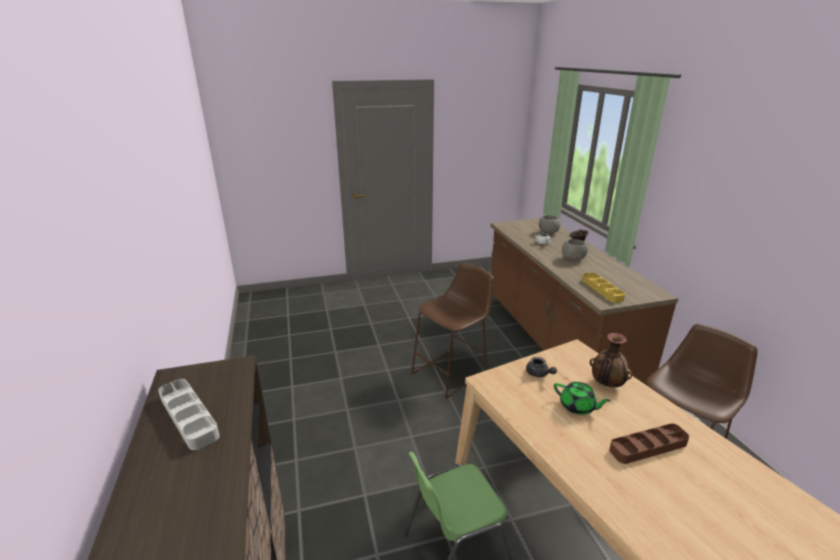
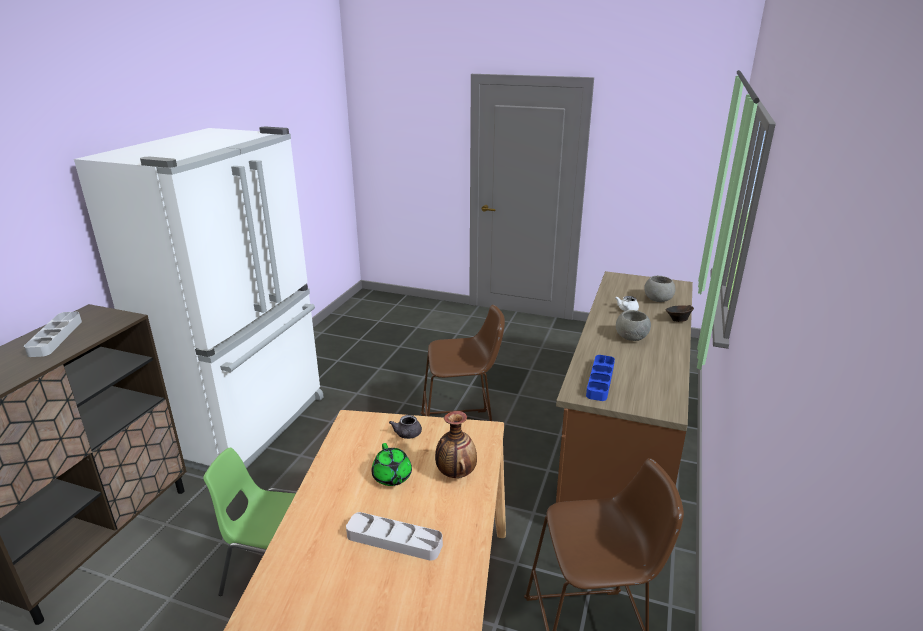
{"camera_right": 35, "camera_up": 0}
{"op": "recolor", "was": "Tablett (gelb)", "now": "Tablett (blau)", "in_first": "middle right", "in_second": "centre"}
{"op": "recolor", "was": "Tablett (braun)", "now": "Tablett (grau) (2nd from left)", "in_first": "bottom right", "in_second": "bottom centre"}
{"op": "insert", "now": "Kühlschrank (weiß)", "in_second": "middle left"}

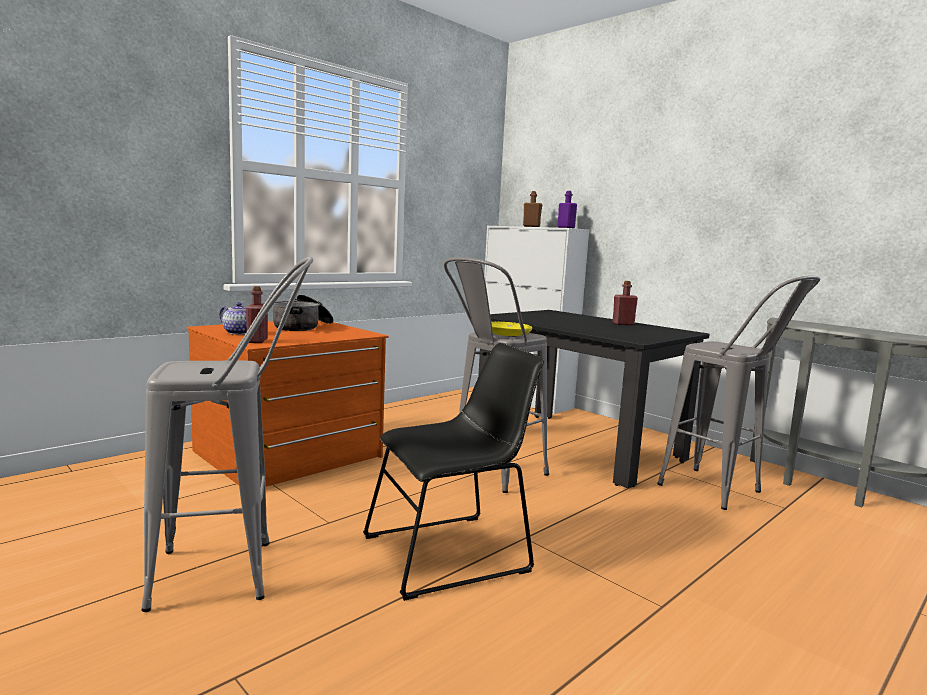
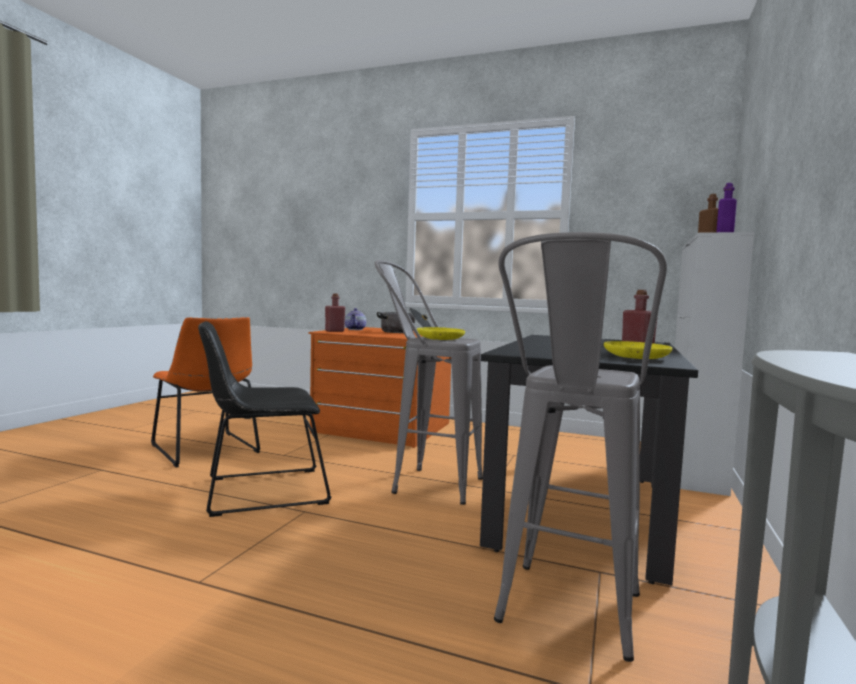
{"camera_right": 65, "camera_up": -5}
{"op": "replace", "was": "Hocker (grau) (1st from left)", "now": "Stuhl (orange)", "in_first": "middle left", "in_second": "middle left"}
{"op": "rotate", "was": "Stuhl (schwarz)", "in_first": "bottom centre", "in_second": "middle left", "clockwise": 120}
{"op": "insert", "now": "Teller (gelb) (2nd from left)", "in_second": "middle right"}

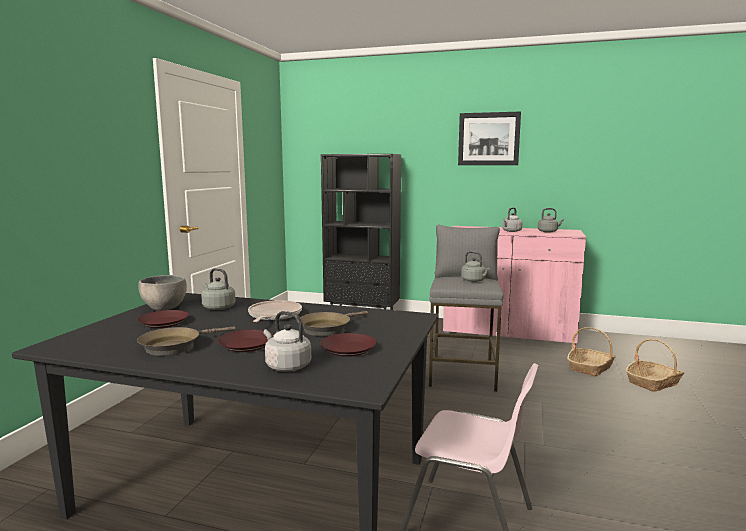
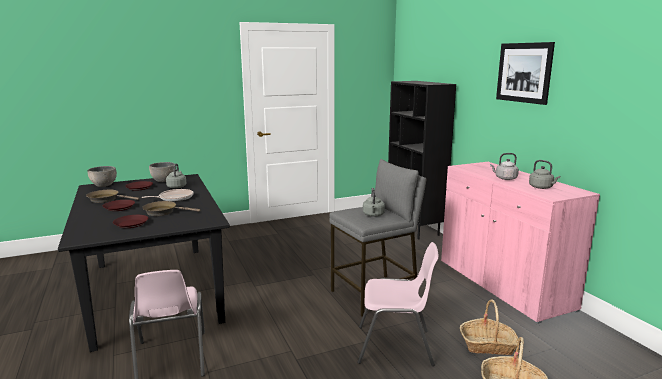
{"camera_right": 50, "camera_up": 5}
{"op": "delete", "was": "Wasserkessel (grau) (2nd from left)", "in_first": "centre"}
{"op": "insert", "now": "Schüssel (grau) (1st from left)", "in_second": "middle left"}
{"op": "insert", "now": "Stuhl (rosa) (2nd from left)", "in_second": "bottom centre"}

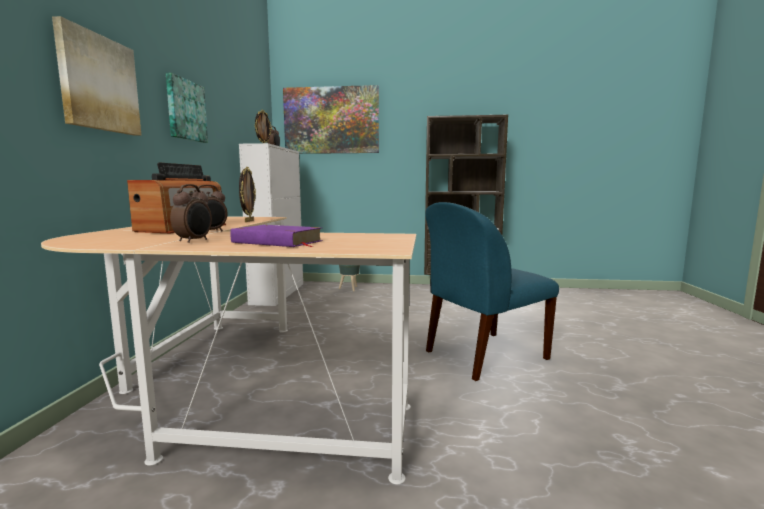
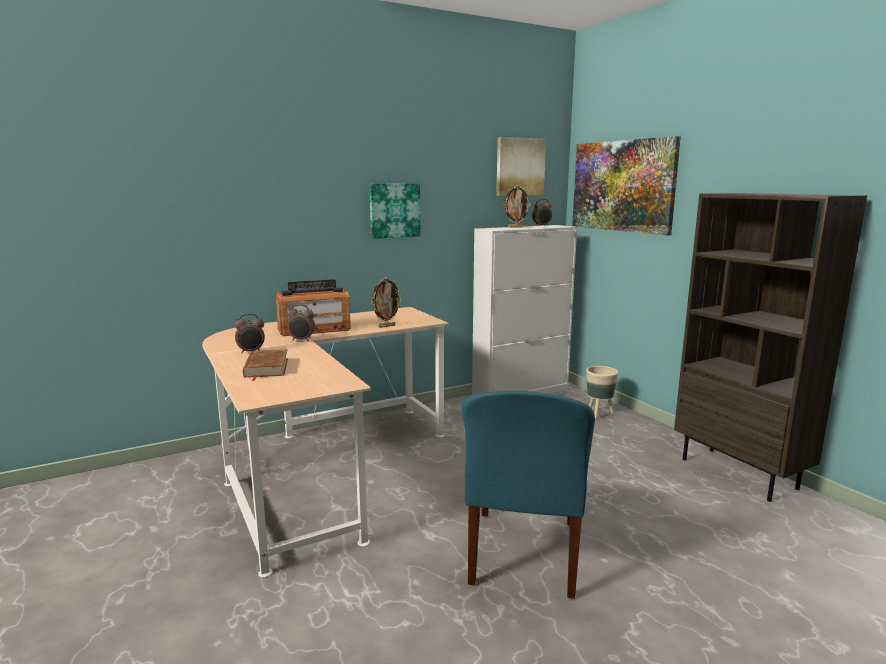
{"camera_right": 55, "camera_up": 5}
{"op": "move", "was": "Bild (1st from left in the first image)", "now": "Bild (2nd from left)", "in_first": "top left", "in_second": "top centre"}
{"op": "rotate", "was": "Stuhl (blau)", "in_first": "centre", "in_second": "bottom centre", "clockwise": -105}
{"op": "recolor", "was": "Buch (lila)", "now": "Buch (braun)", "in_first": "centre", "in_second": "middle left"}

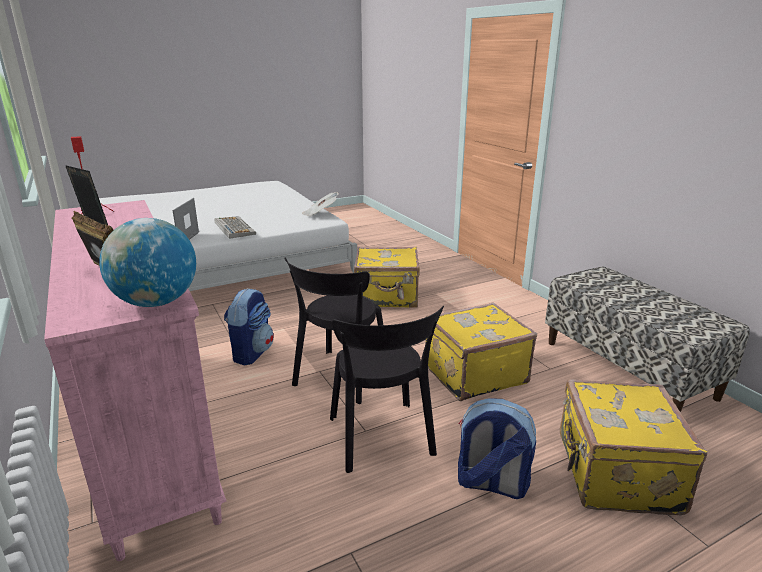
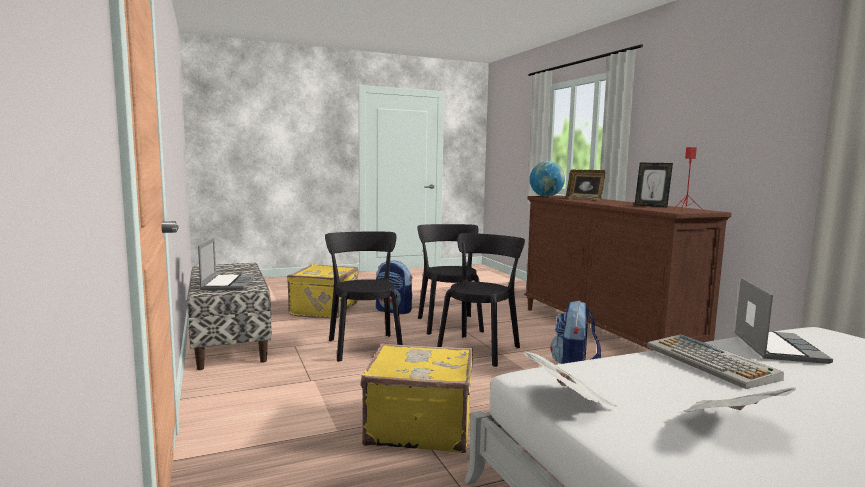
{"camera_right": -175, "camera_up": -15}
{"op": "recolor", "was": "Kommode (rosa)", "now": "Kommode (braun)", "in_first": "middle left", "in_second": "middle right"}
{"op": "replace", "was": "Koffer (gelb) (2nd from left)", "now": "Stuhl (schwarz) (1st from left)", "in_first": "centre", "in_second": "centre"}
{"op": "insert", "now": "Laptop (1st from left)", "in_second": "middle left"}
{"op": "insert", "now": "Zeitung (2nd from left)", "in_second": "bottom right"}

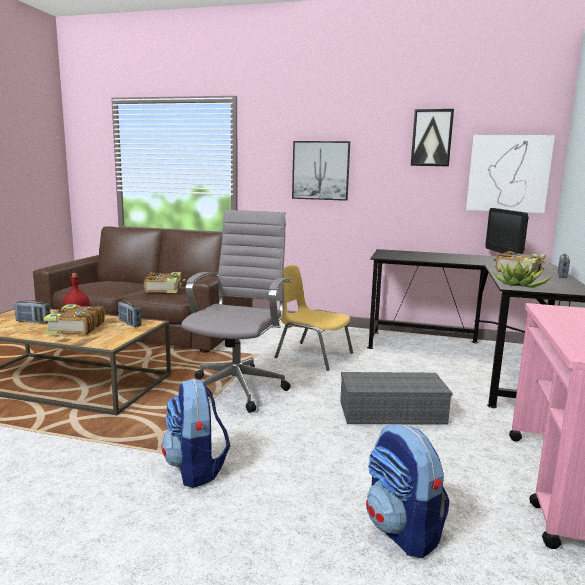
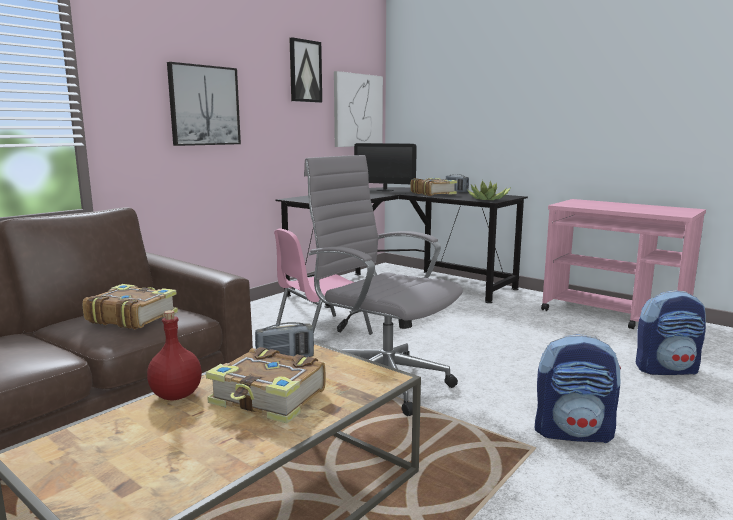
{"camera_right": -65, "camera_up": 0}
{"op": "recolor", "was": "Stuhl (gelb)", "now": "Stuhl (rosa)", "in_first": "centre", "in_second": "centre"}
{"op": "delete", "was": "Radio (1st from left)", "in_first": "middle left"}
{"op": "delete", "was": "Aufbewahrungsbox (grau)", "in_first": "bottom right"}

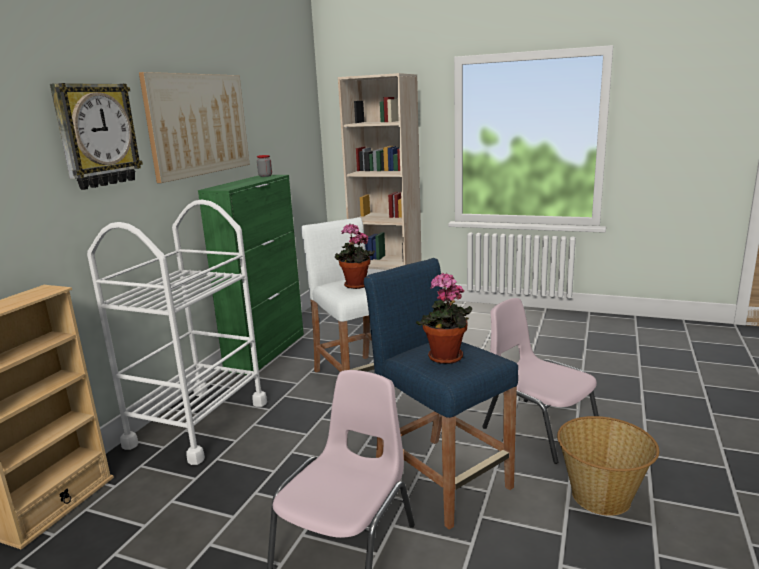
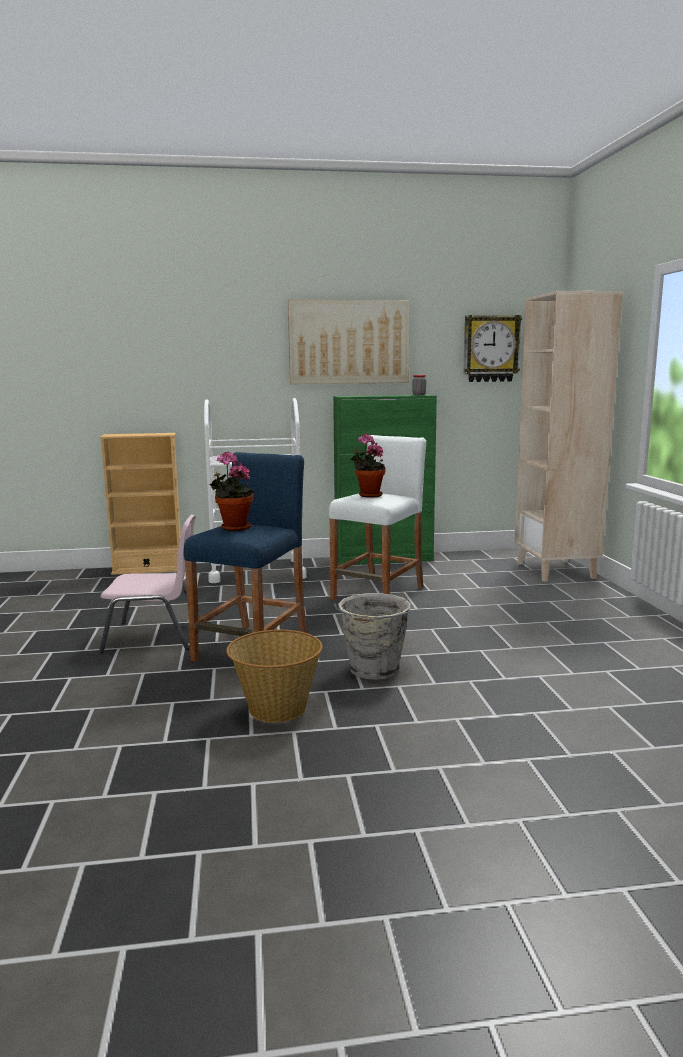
{"camera_right": 60, "camera_up": -5}
{"op": "move", "was": "Wanduhr", "in_first": "top left", "in_second": "top right"}
{"op": "replace", "was": "Stuhl (rosa) (2nd from left)", "now": "Eimer (grau)", "in_first": "bottom right", "in_second": "centre"}

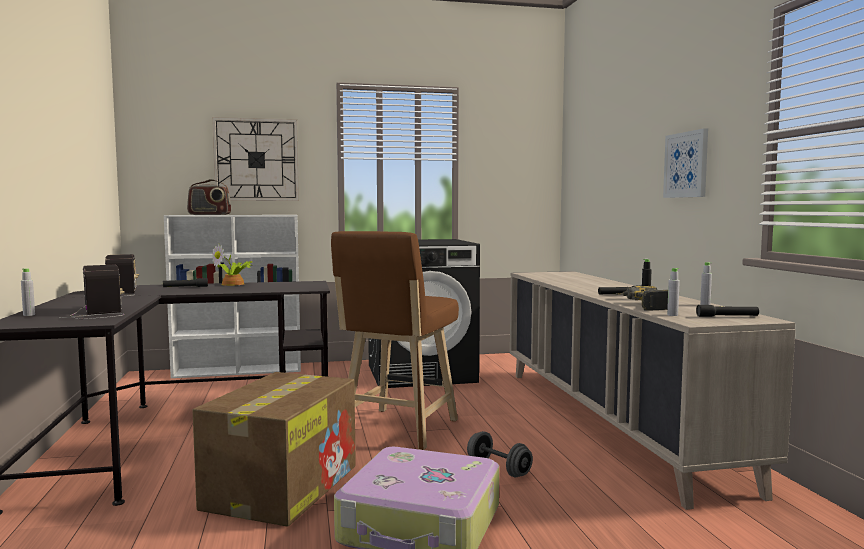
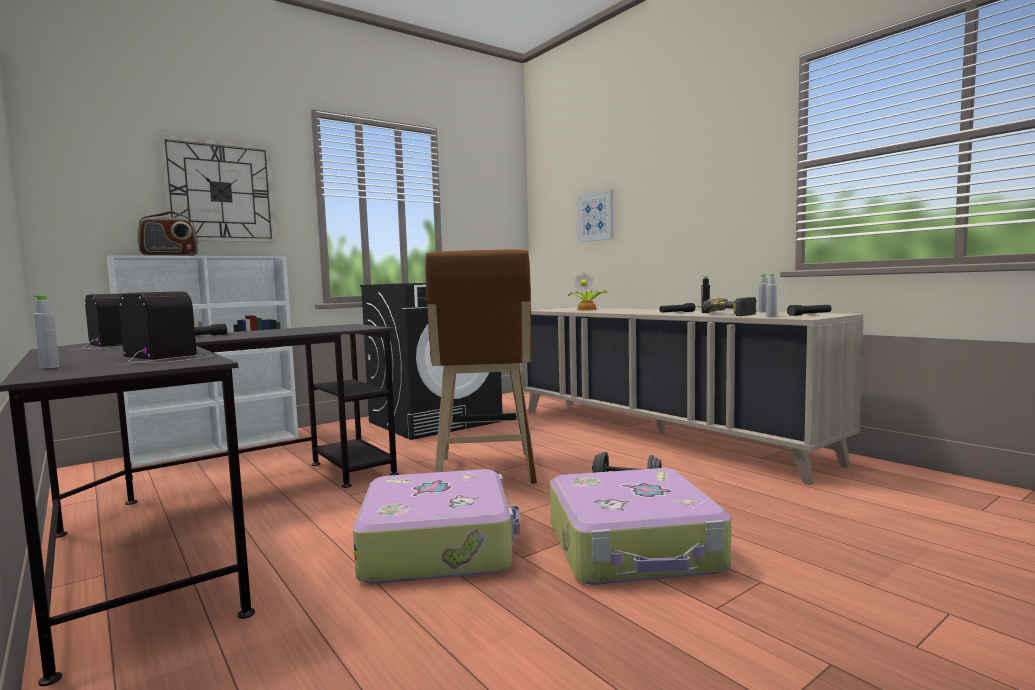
{"camera_right": -25, "camera_up": 0}
{"op": "move", "was": "Bild", "in_first": "top right", "in_second": "top centre"}
{"op": "move", "was": "Topfpflanze", "in_first": "middle left", "in_second": "centre"}
{"op": "replace", "was": "Karton", "now": "Koffer (1st from left)", "in_first": "bottom left", "in_second": "bottom centre"}

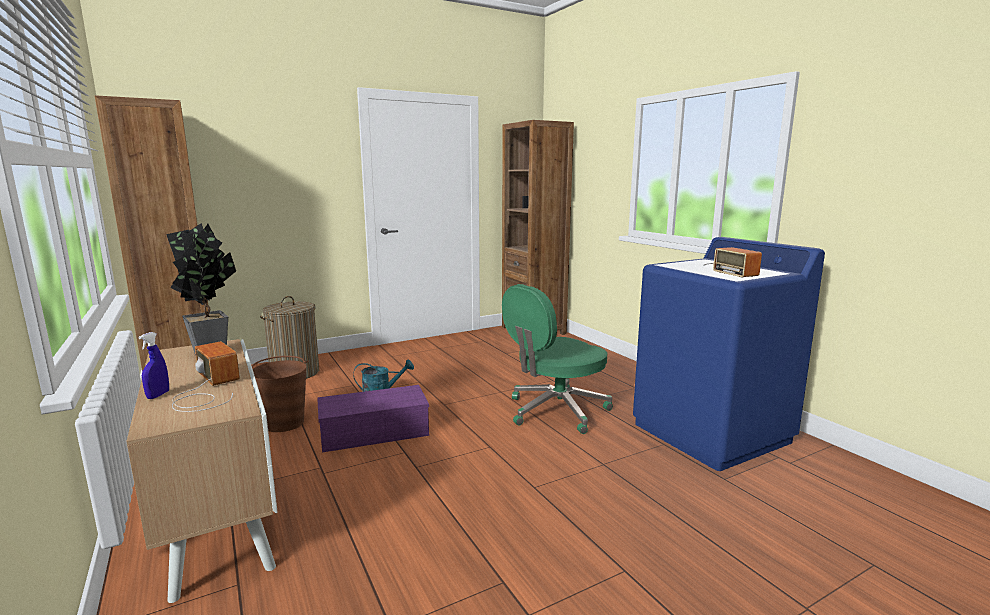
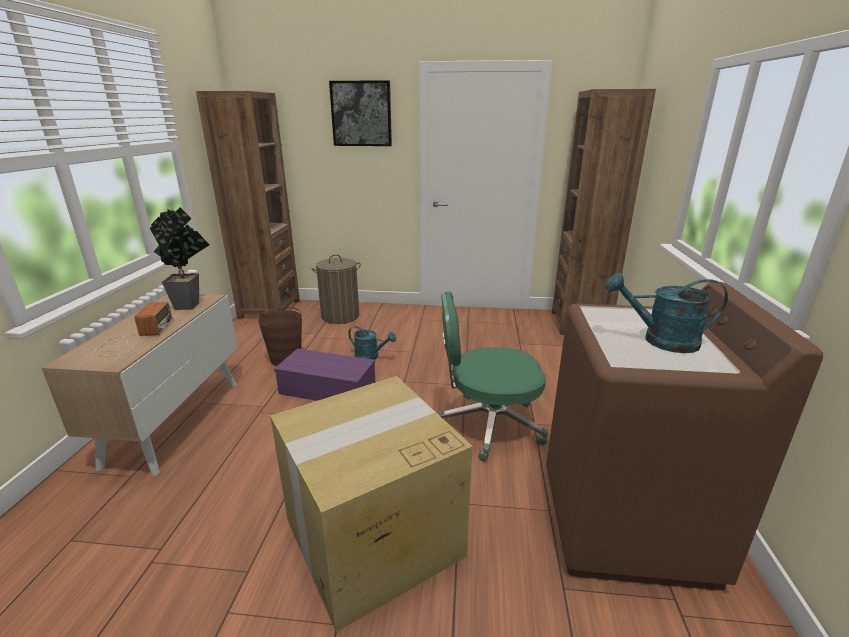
{"camera_right": 35, "camera_up": 10}
{"op": "recolor", "was": "Waschmaschine (blau)", "now": "Waschmaschine (braun)", "in_first": "middle right", "in_second": "bottom right"}
{"op": "replace", "was": "Radio (2nd from left)", "now": "Gießkanne (türkis) (2nd from left)", "in_first": "middle right", "in_second": "middle right"}
{"op": "delete", "was": "Sprühflasche (blau)", "in_first": "middle left"}
{"op": "insert", "now": "Bild", "in_second": "top centre"}
{"op": "insert", "now": "Karton", "in_second": "bottom centre"}

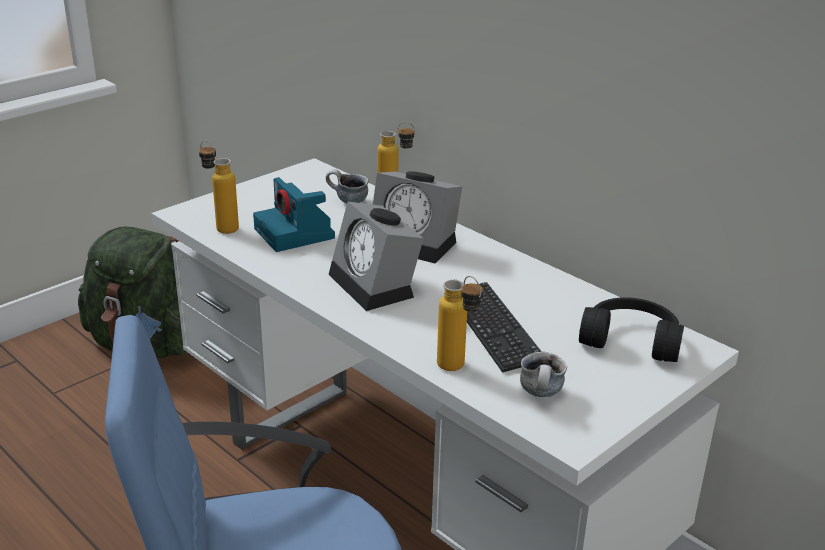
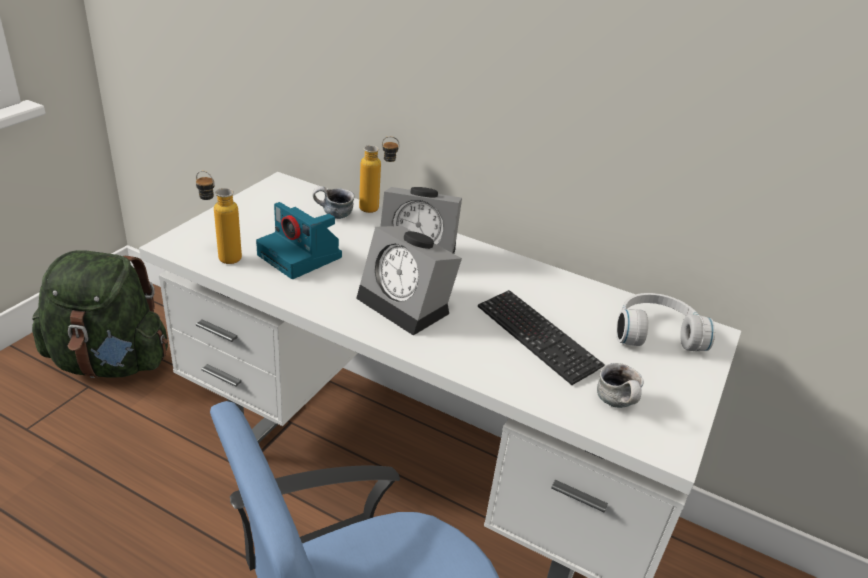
{"camera_right": -20, "camera_up": 5}
{"op": "delete", "was": "Flasche (3rd from left)", "in_first": "centre"}
{"op": "recolor", "was": "Kopfhörer (schwarz)", "now": "Kopfhörer (weiß)", "in_first": "middle right", "in_second": "middle right"}

